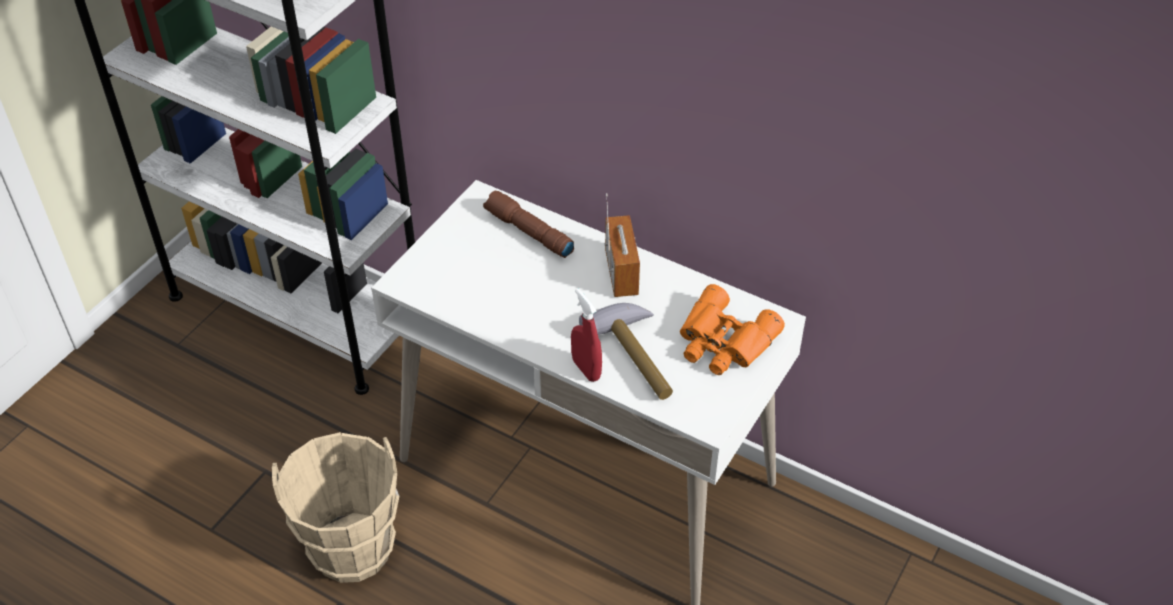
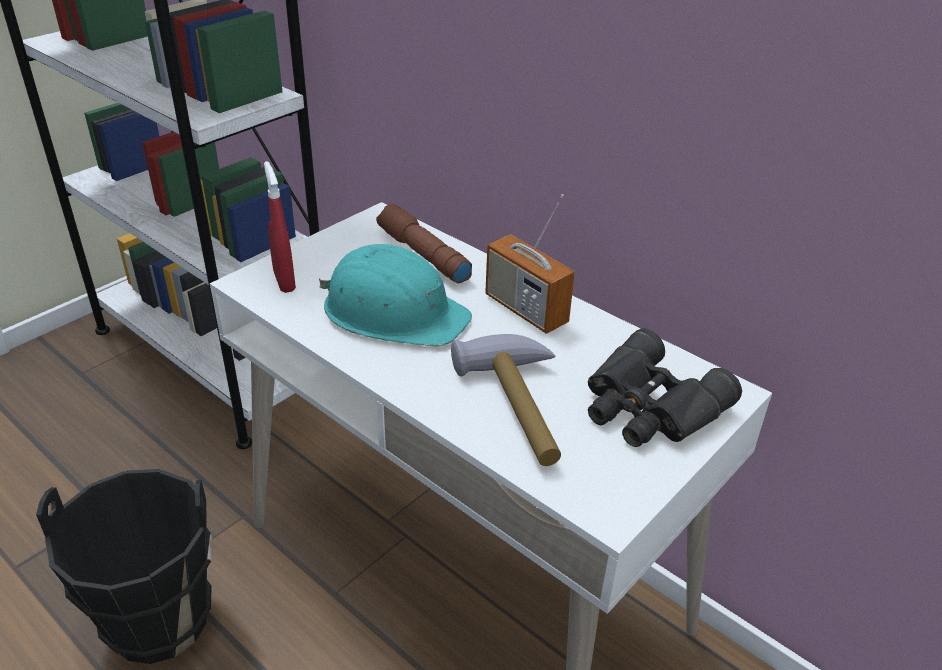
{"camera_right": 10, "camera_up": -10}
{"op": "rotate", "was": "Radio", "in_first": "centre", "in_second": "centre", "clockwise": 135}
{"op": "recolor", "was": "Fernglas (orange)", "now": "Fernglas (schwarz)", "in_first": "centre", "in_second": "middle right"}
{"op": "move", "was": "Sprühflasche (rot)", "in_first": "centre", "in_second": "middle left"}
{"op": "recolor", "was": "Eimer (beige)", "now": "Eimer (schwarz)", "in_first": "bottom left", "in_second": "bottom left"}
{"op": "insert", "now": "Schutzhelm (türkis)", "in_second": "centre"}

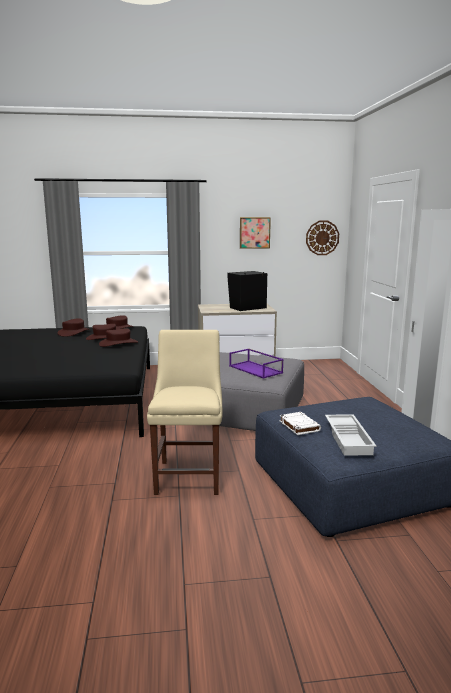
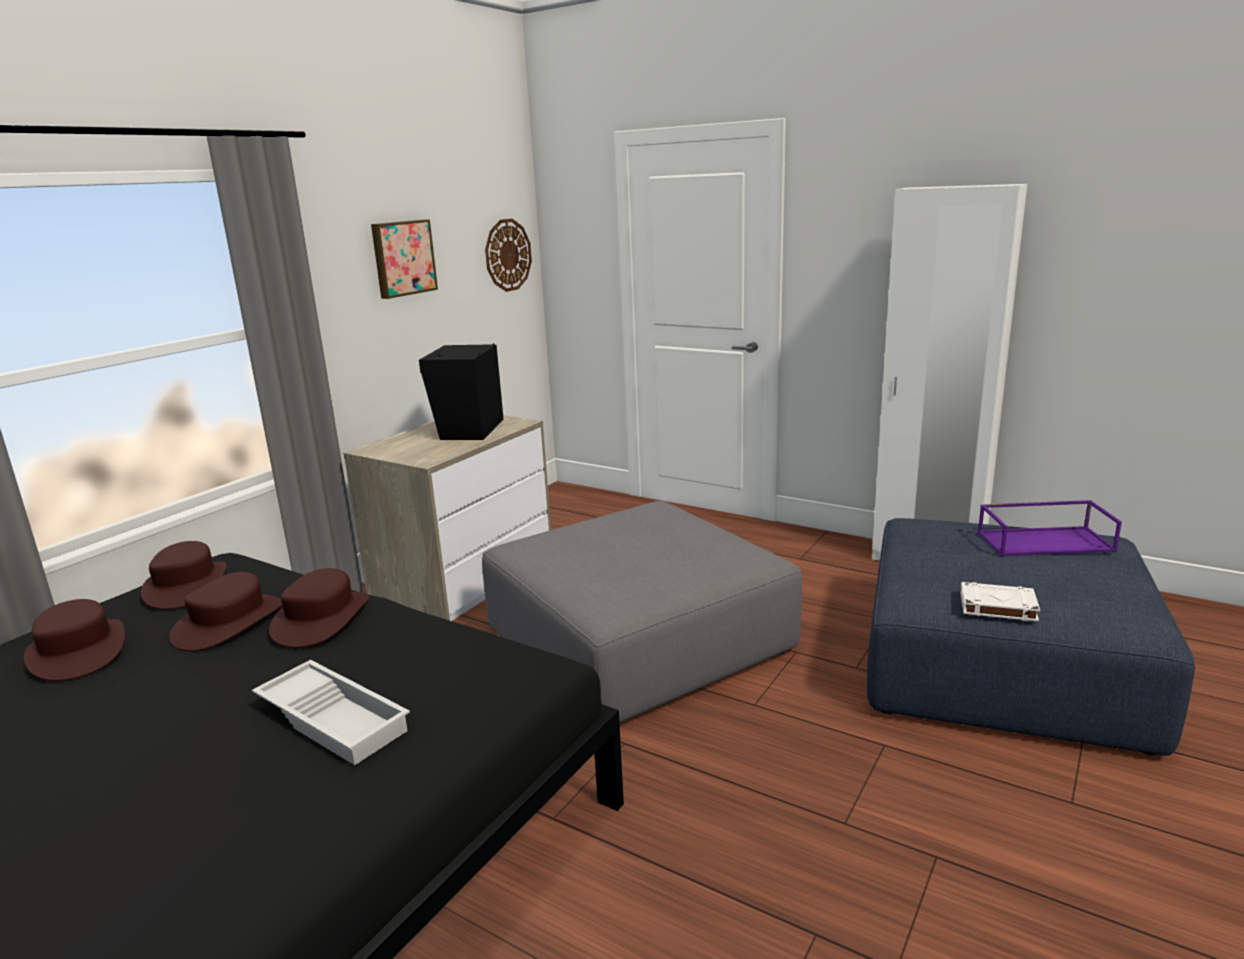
{"camera_right": -50, "camera_up": 5}
{"op": "delete", "was": "Stuhl (beige)", "in_first": "centre"}
{"op": "move", "was": "Tablett (lila)", "in_first": "centre", "in_second": "middle right"}
{"op": "move", "was": "Tablett (weiß)", "in_first": "middle right", "in_second": "bottom left"}

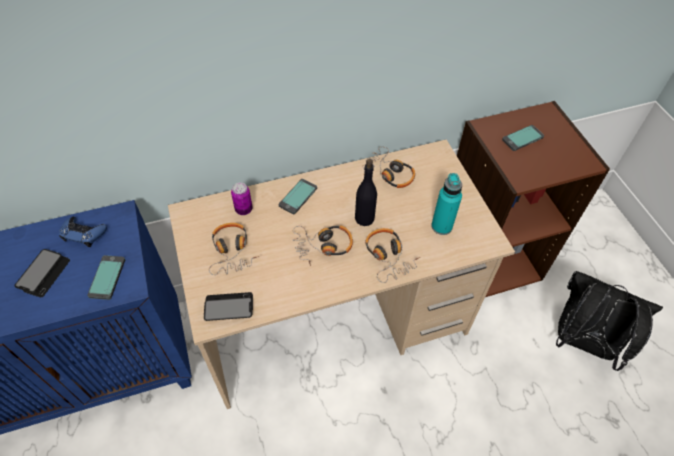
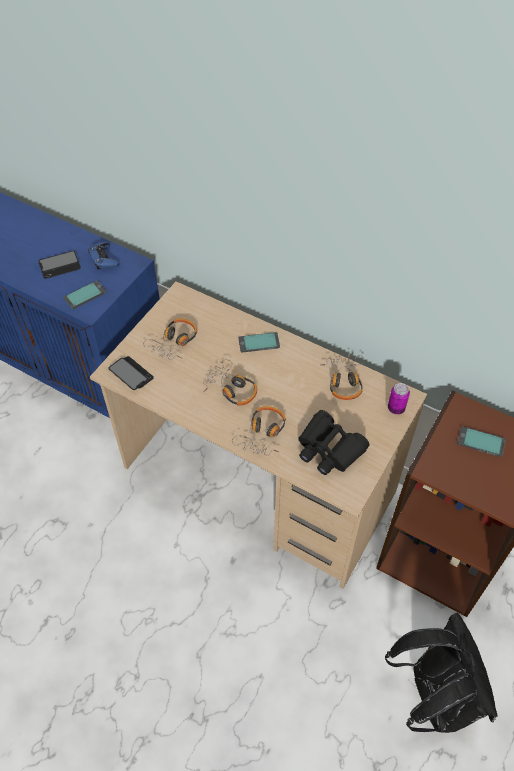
{"camera_right": 50, "camera_up": 0}
{"op": "delete", "was": "Flasche (schwarz)", "in_first": "centre"}
{"op": "replace", "was": "Flasche (türkis)", "now": "Fernglas (schwarz)", "in_first": "centre", "in_second": "centre"}
{"op": "move", "was": "Dose", "in_first": "centre", "in_second": "middle right"}

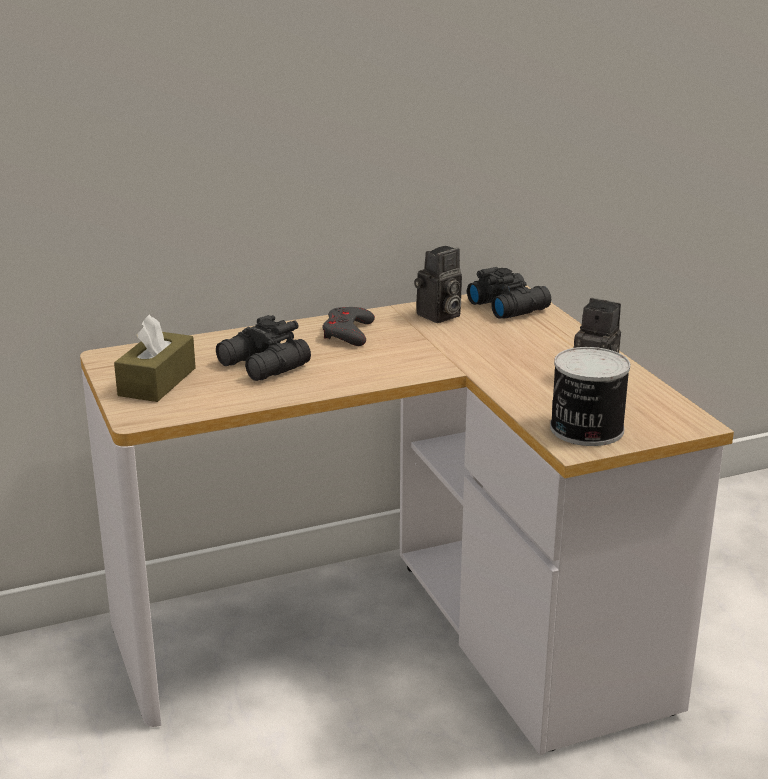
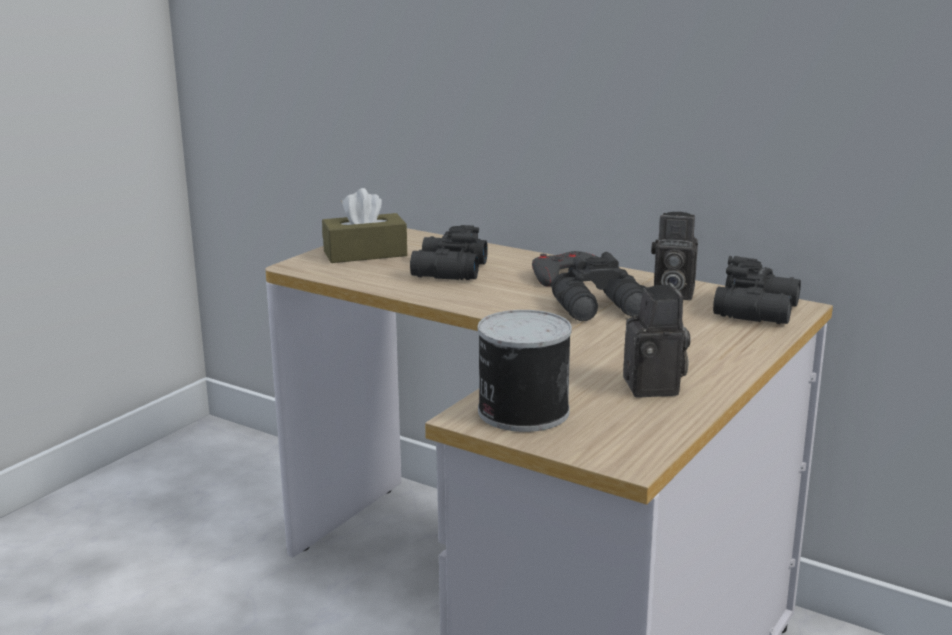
{"camera_right": 55, "camera_up": -5}
{"op": "insert", "now": "Fernglas (schwarz) (2nd from left)", "in_second": "centre"}

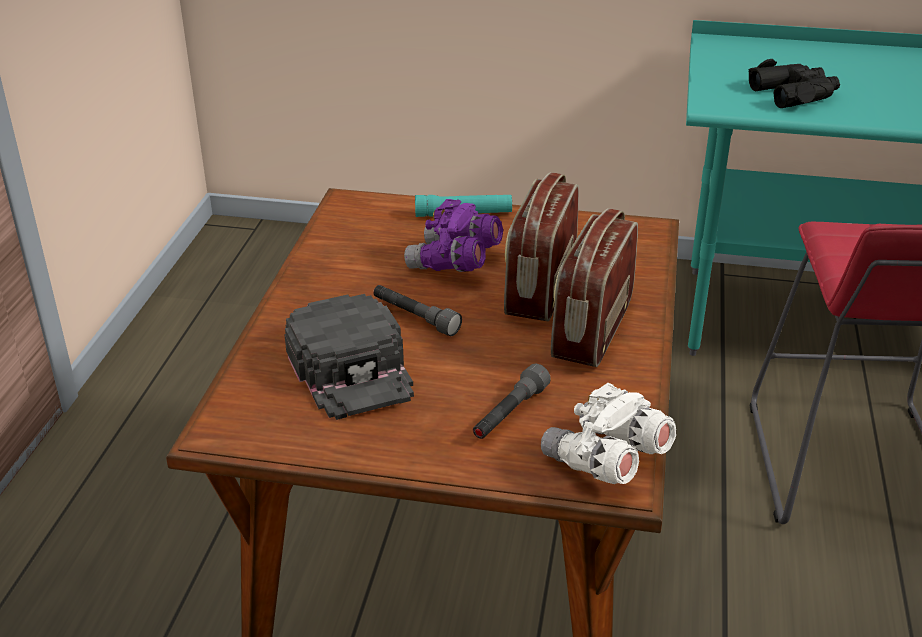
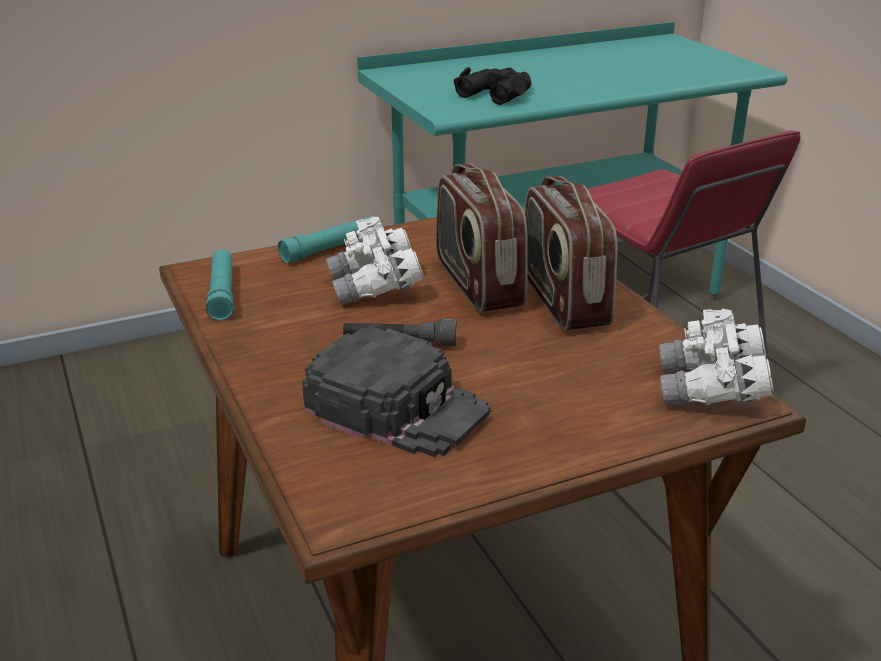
{"camera_right": -35, "camera_up": -5}
{"op": "recolor", "was": "Fernglas (lila)", "now": "Fernglas (weiß) (1st from left)", "in_first": "centre", "in_second": "centre"}
{"op": "delete", "was": "Taschenlampe (grau) (2nd from left)", "in_first": "centre"}
{"op": "insert", "now": "Taschenlampe (türkis) (1st from left)", "in_second": "middle left"}

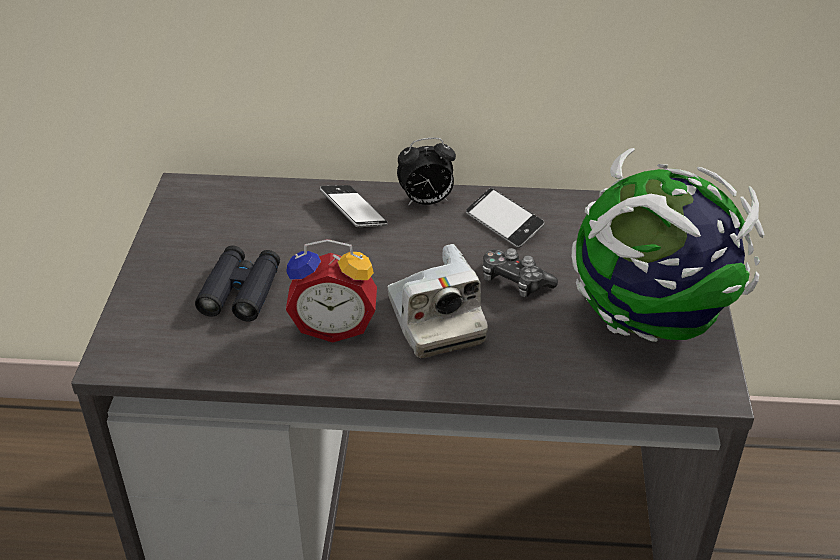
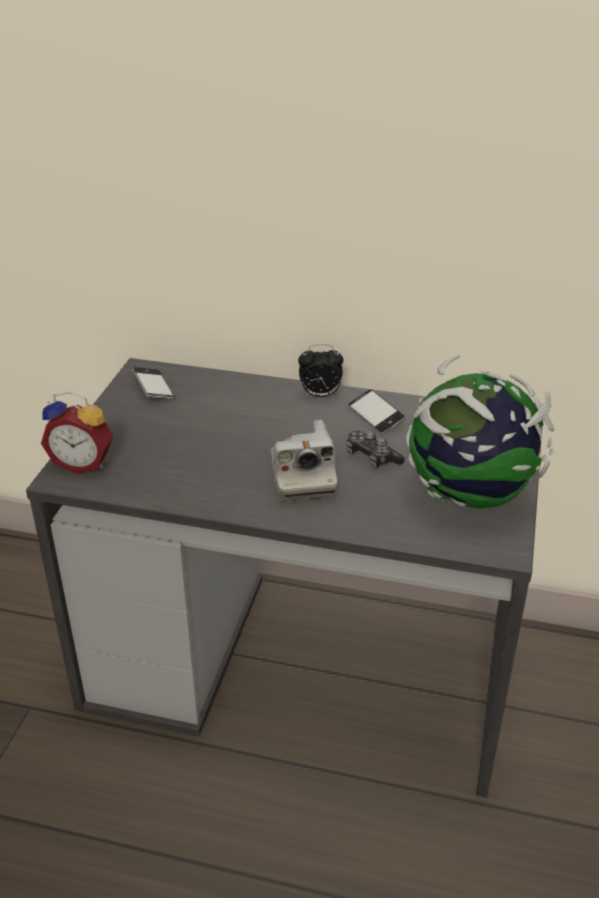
{"camera_right": 10, "camera_up": -5}
{"op": "move", "was": "Handy (1st from left)", "in_first": "centre", "in_second": "middle left"}
{"op": "move", "was": "Wecker (1st from left)", "in_first": "centre", "in_second": "middle left"}
{"op": "delete", "was": "Fernglas (schwarz)", "in_first": "middle left"}

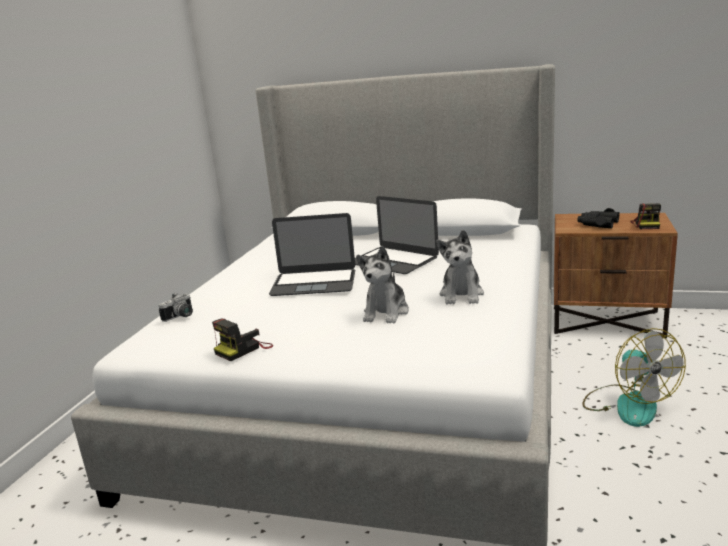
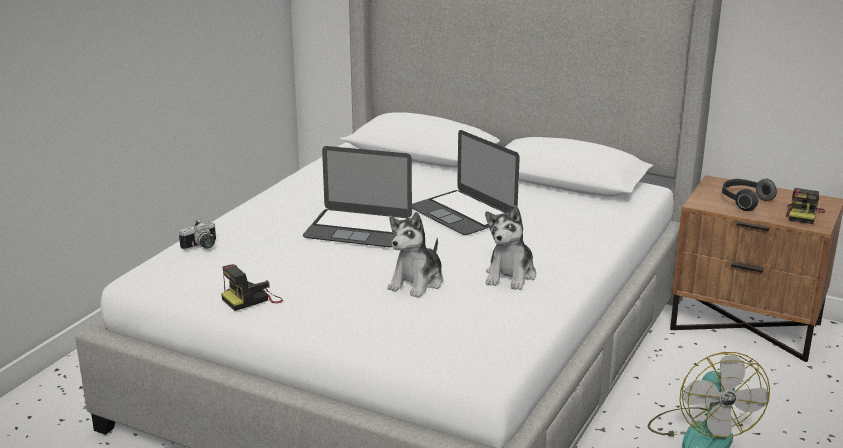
{"camera_right": 10, "camera_up": 5}
{"op": "replace", "was": "Fernglas (schwarz)", "now": "Kopfhörer", "in_first": "middle right", "in_second": "middle right"}

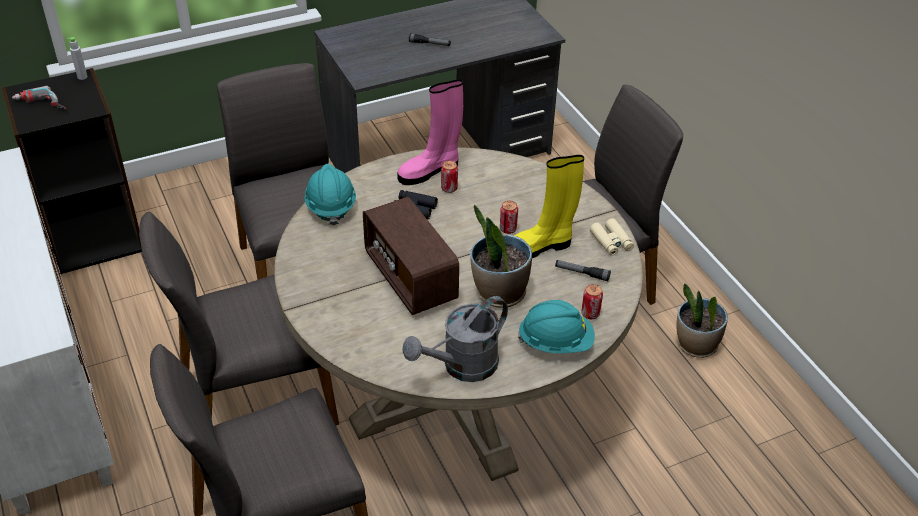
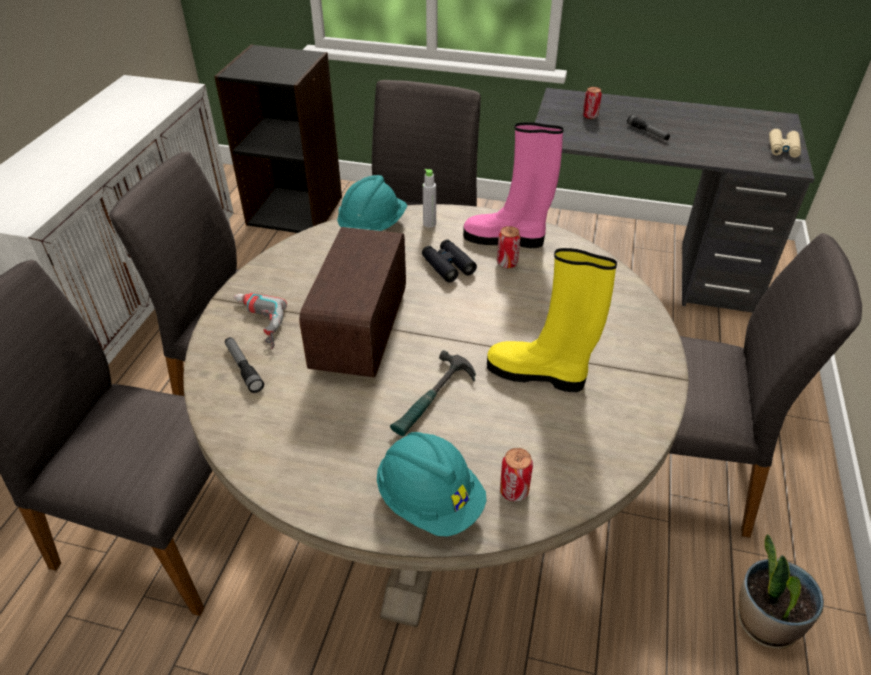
{"camera_right": 40, "camera_up": 0}
{"op": "move", "was": "Flasche (grau)", "in_first": "top left", "in_second": "top centre"}
{"op": "move", "was": "Bohrmaschine", "in_first": "top left", "in_second": "middle left"}
{"op": "move", "was": "Dose (2nd from left in the first image)", "now": "Dose (3rd from left)", "in_first": "centre", "in_second": "top right"}
{"op": "replace", "was": "Topfpflanze (1st from left)", "now": "Hammer", "in_first": "centre", "in_second": "centre"}
{"op": "move", "was": "Fernglas (beige)", "in_first": "middle right", "in_second": "top right"}
{"op": "move", "was": "Taschenlampe (2nd from left in the first image)", "now": "Taschenlampe (1st from left)", "in_first": "centre", "in_second": "middle left"}
{"op": "delete", "was": "Gießkanne (grau)", "in_first": "centre"}

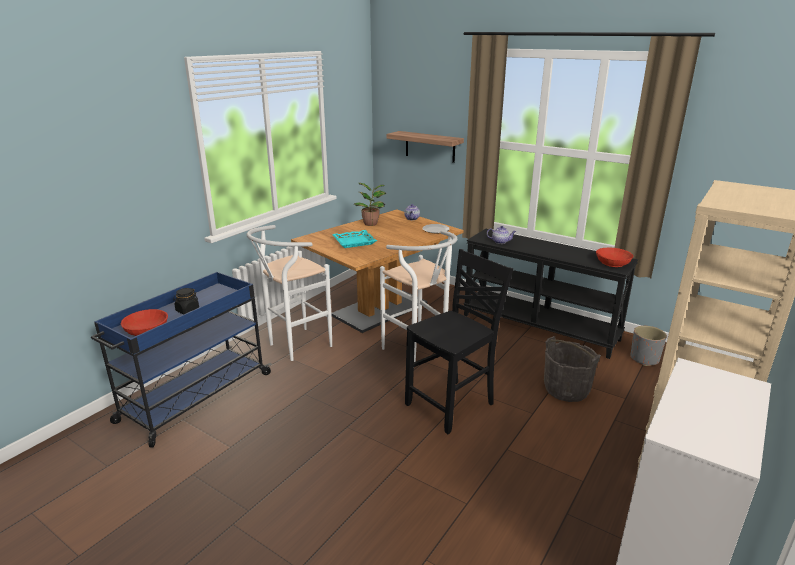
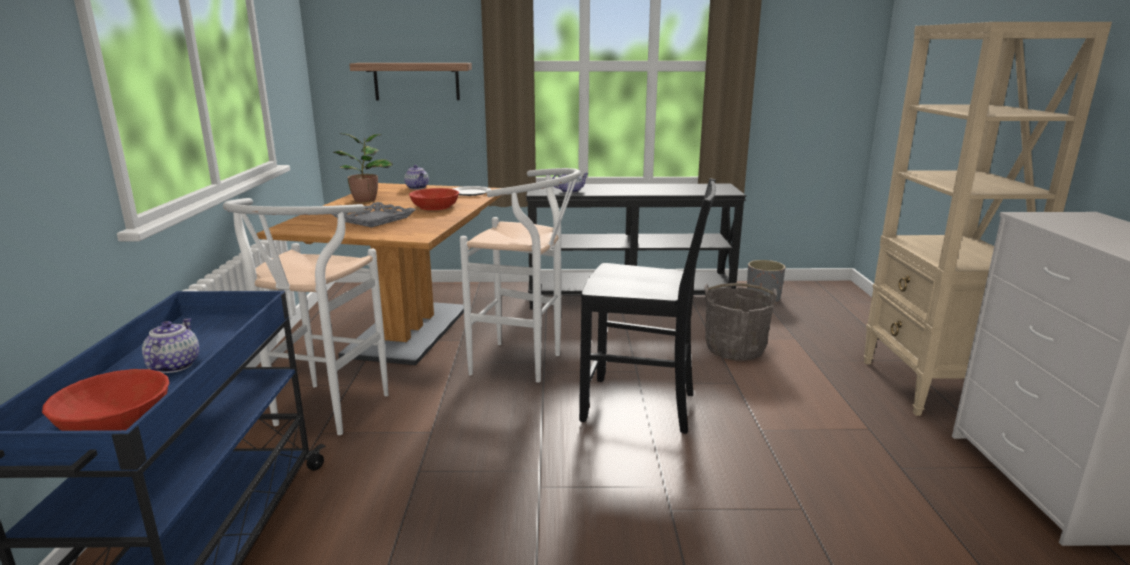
{"camera_right": -35, "camera_up": -5}
{"op": "recolor", "was": "Tablett (türkis)", "now": "Tablett (grau)", "in_first": "centre", "in_second": "middle left"}
{"op": "move", "was": "Schüssel (rot) (2nd from left)", "in_first": "middle right", "in_second": "centre"}
{"op": "rotate", "was": "Stuhl (schwarz)", "in_first": "centre", "in_second": "centre", "clockwise": 90}
{"op": "replace", "was": "Vorratsglas (schwarz)", "now": "Teekanne (1st from left)", "in_first": "middle left", "in_second": "middle left"}

